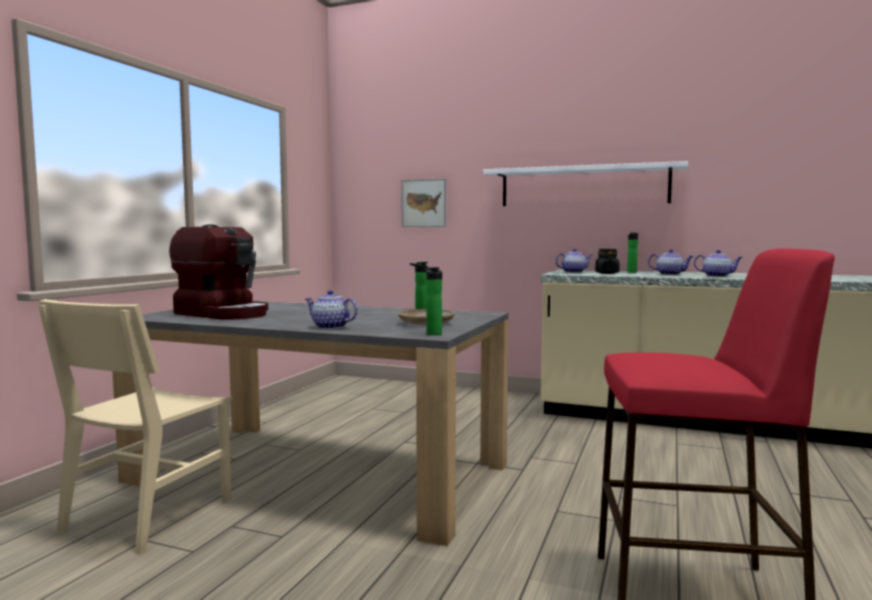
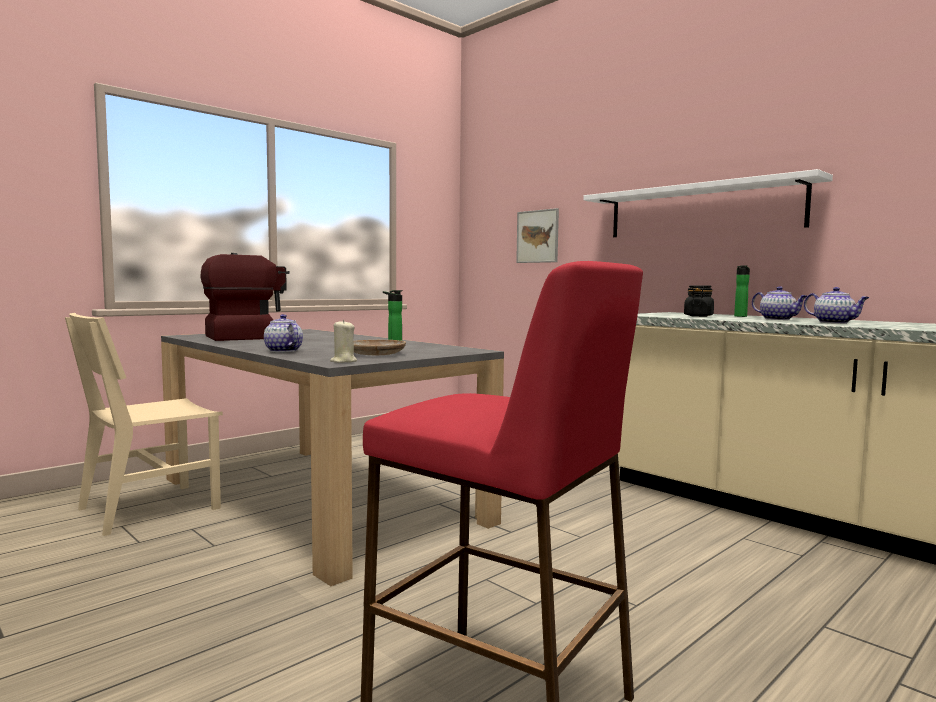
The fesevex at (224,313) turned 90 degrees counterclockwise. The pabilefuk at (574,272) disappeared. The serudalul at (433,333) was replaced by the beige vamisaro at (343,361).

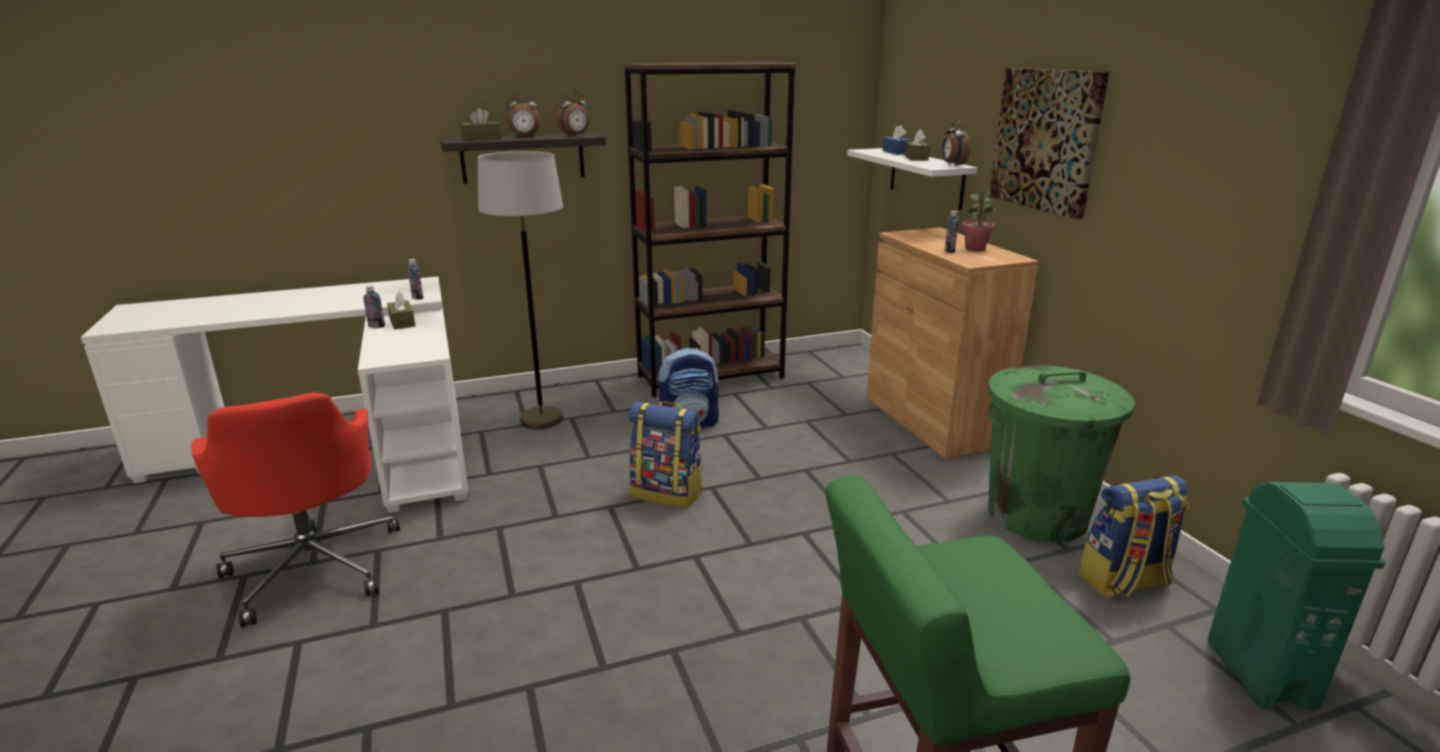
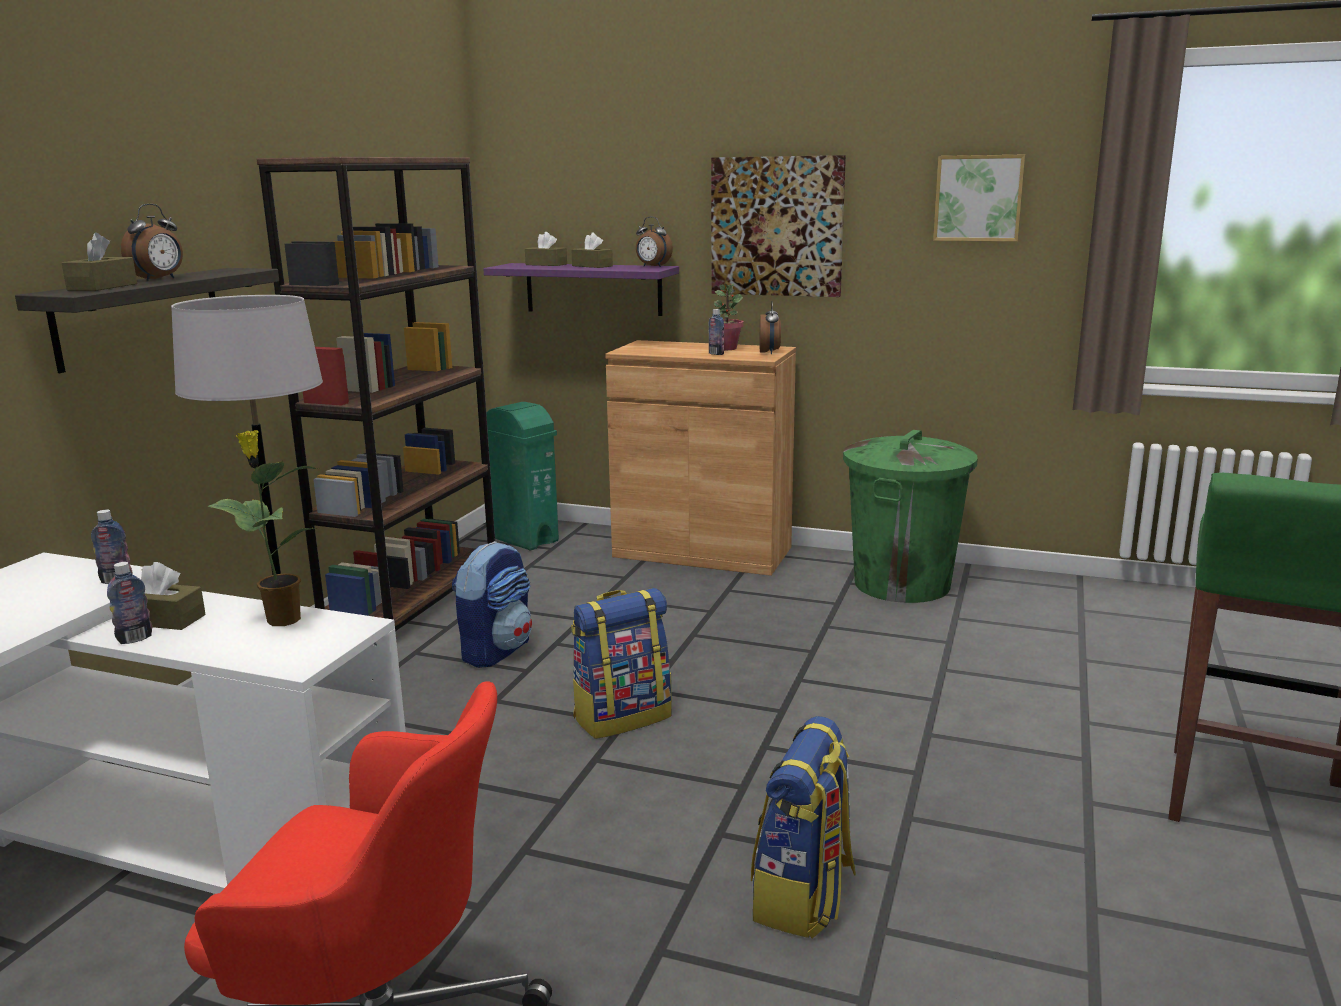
The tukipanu moved from (575,136) to (769,352). The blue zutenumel at (896,152) became the brown zutenumel at (546,264). The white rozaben at (926,177) became the purple rozaben at (593,289). The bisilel moved from (1124,582) to (804,897). The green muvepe moved from (1259,673) to (524,539). The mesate at (978,198) appeared. The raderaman at (281,619) appeared.

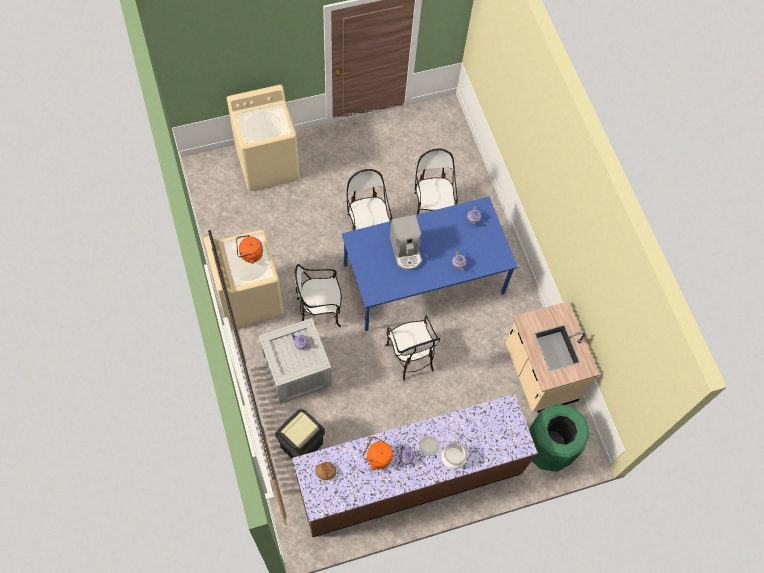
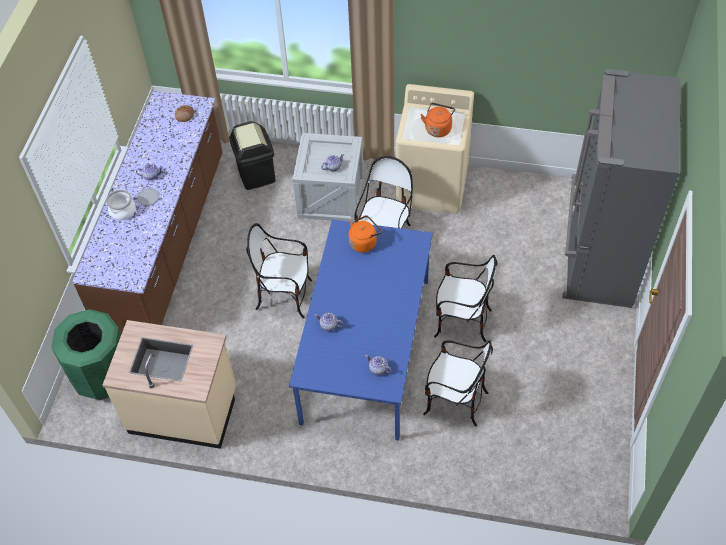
The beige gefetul at (268,164) was replaced by the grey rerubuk at (597,260). The fesevex at (406,251) disappeared. The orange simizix moved from (377,457) to (364,242).

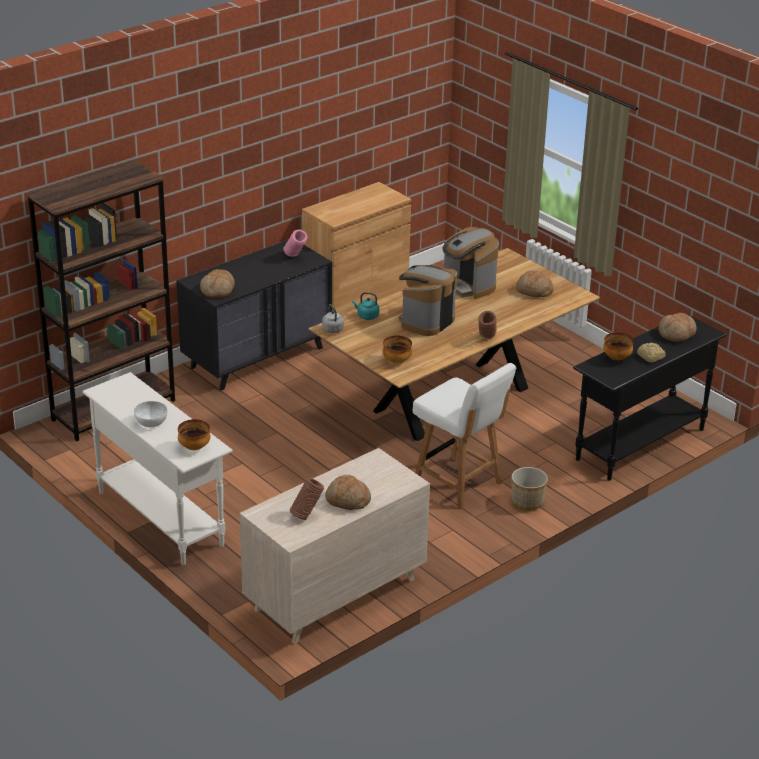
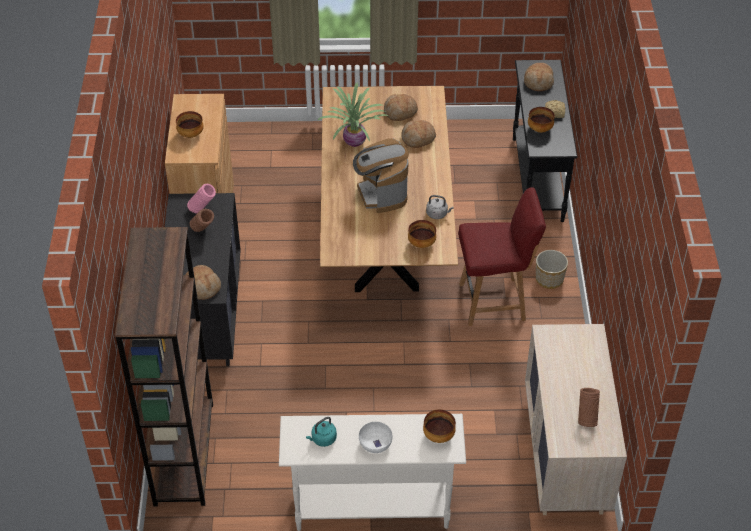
The fesevex at (468,285) was replaced by the raderaman at (355,141). The turquoise simizix moved from (366,316) to (322,439). The grey simizix moved from (333,330) to (438,214). The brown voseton moved from (486,339) to (203,232). The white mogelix at (459,484) became the red mogelix at (494,301). The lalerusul moved from (347,500) to (418,138). The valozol at (190,134) appeared.

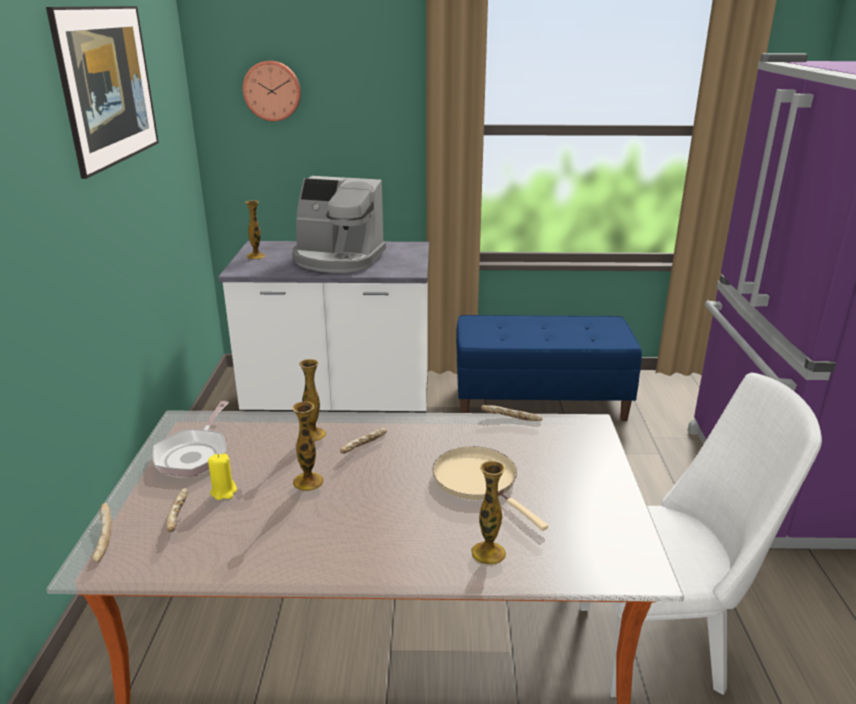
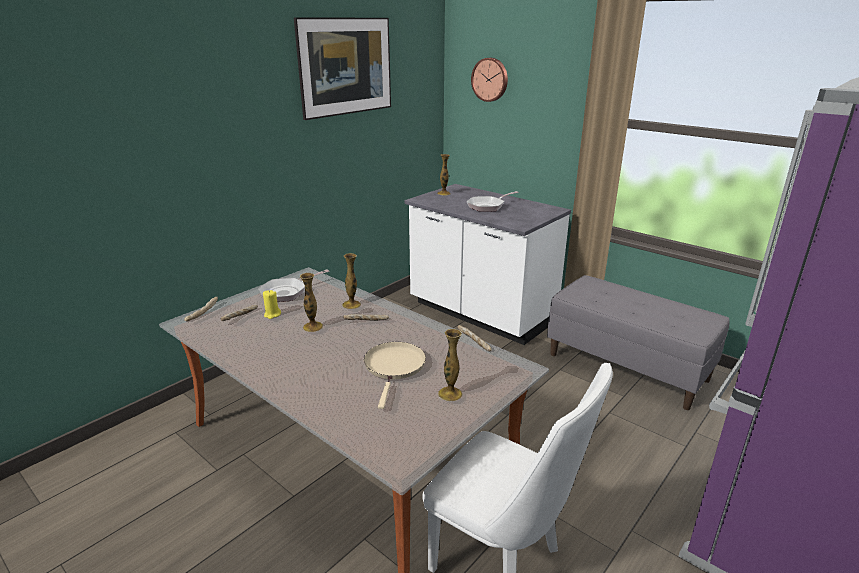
The fesevex at (338,259) was replaced by the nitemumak at (488,206). The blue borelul at (540,402) became the grey borelul at (627,367). The voseton moved from (488,553) to (450,394).

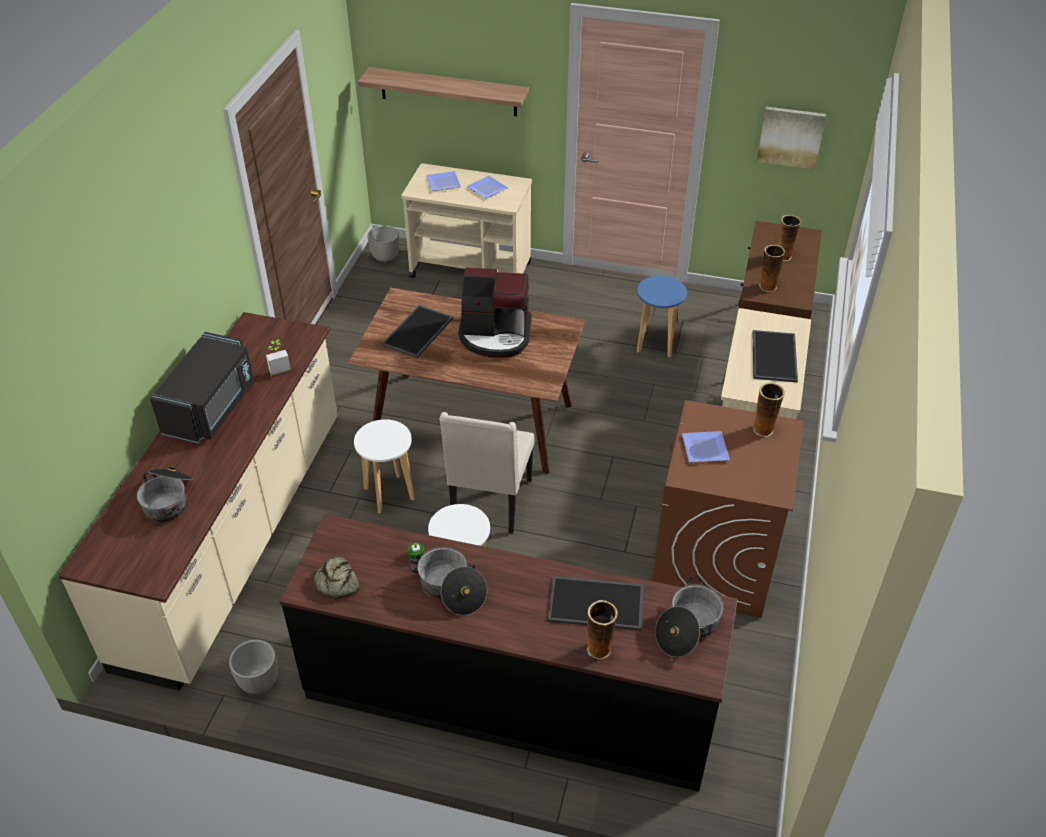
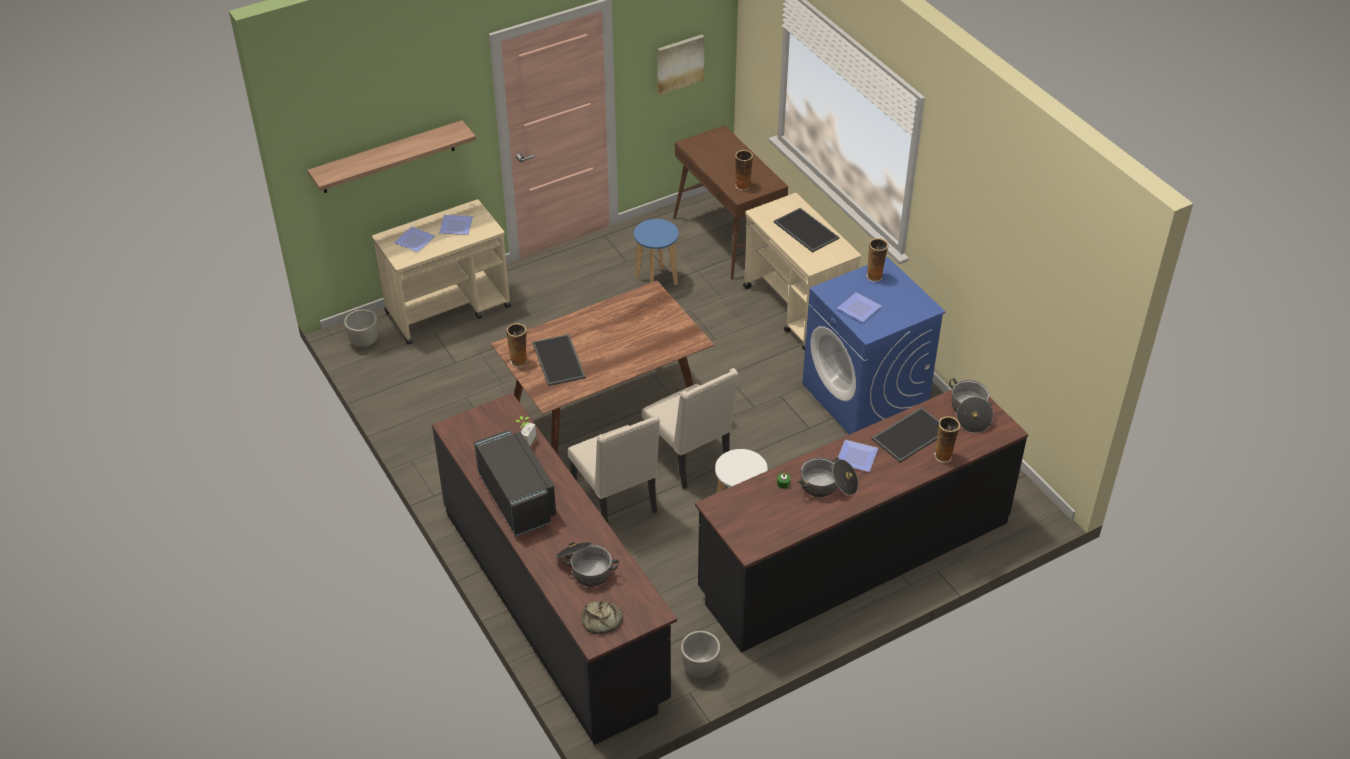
The voseton moved from (784,256) to (519,361). The fesevex at (495,335) disappeared. The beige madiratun at (237,538) became the black madiratun at (554,604). The brown gefetul at (713,562) became the blue gefetul at (865,397). The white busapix at (389,494) was replaced by the beige mogelix at (617,501). The lalerusul moved from (337,582) to (601,621). The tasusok at (858,456) appeared.

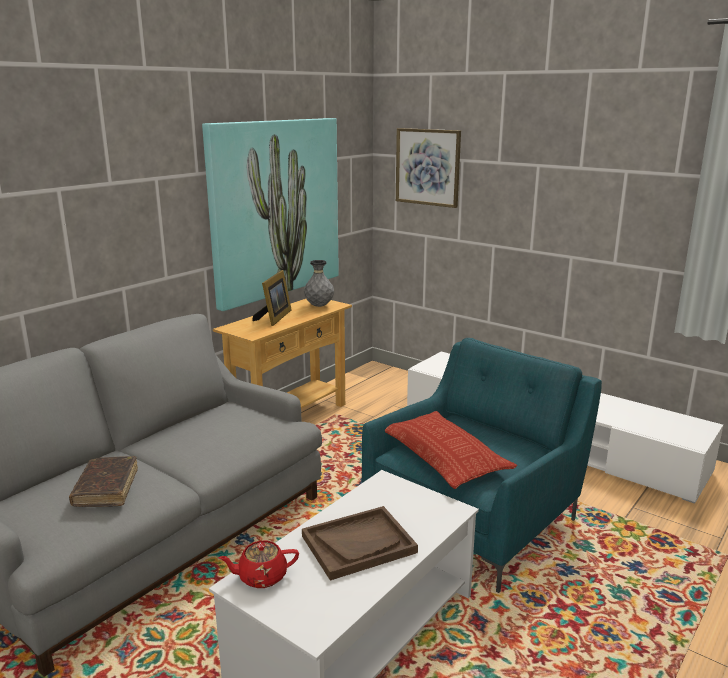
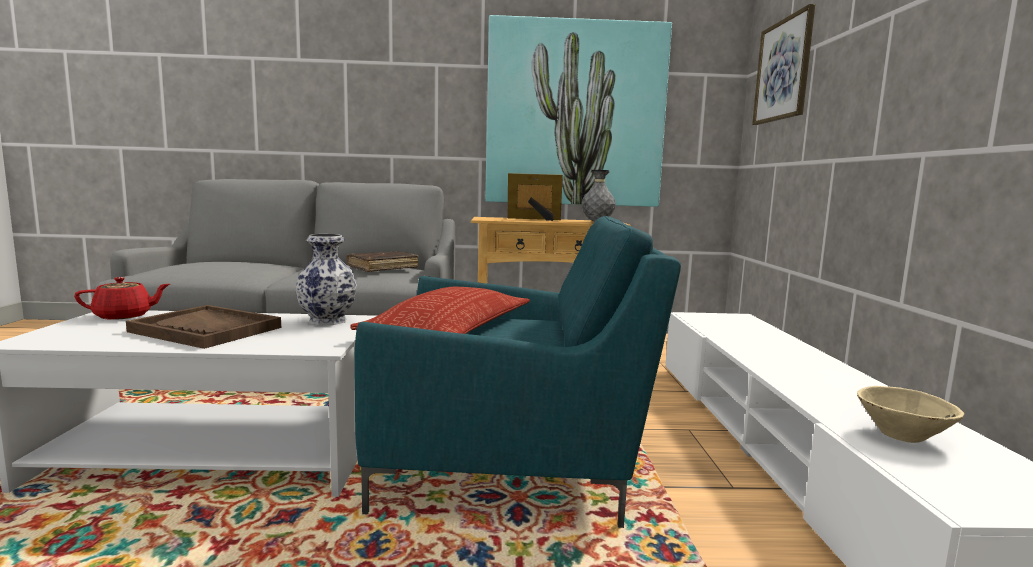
The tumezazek at (274,318) turned 150 degrees counterclockwise. The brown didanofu moved from (106,489) to (382,268). The red pabilefuk at (261,577) turned 120 degrees clockwise. The voseton at (326,321) appeared. The beige valozol at (902,436) appeared.

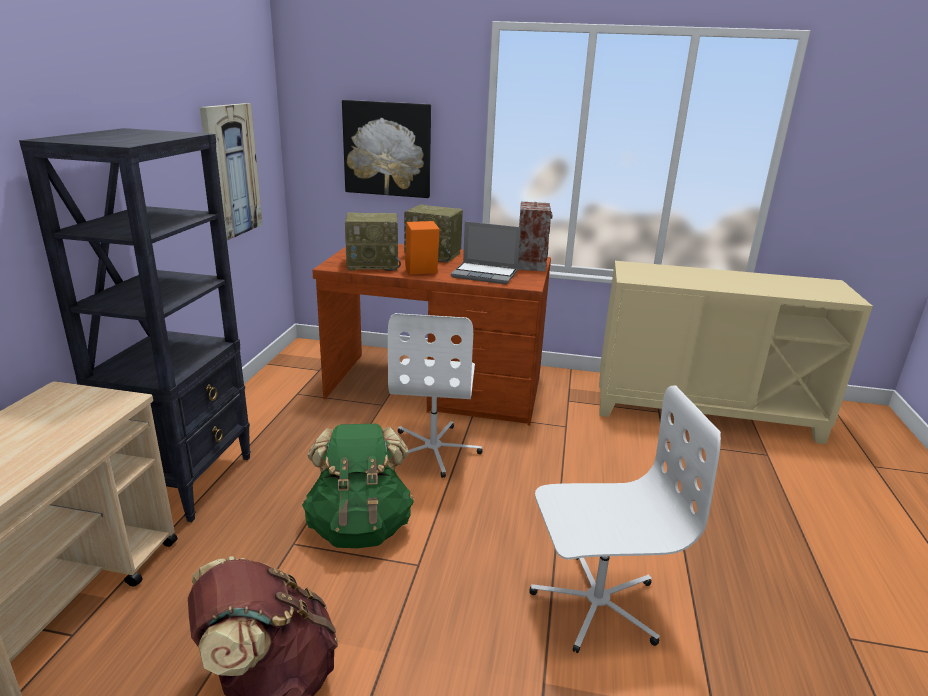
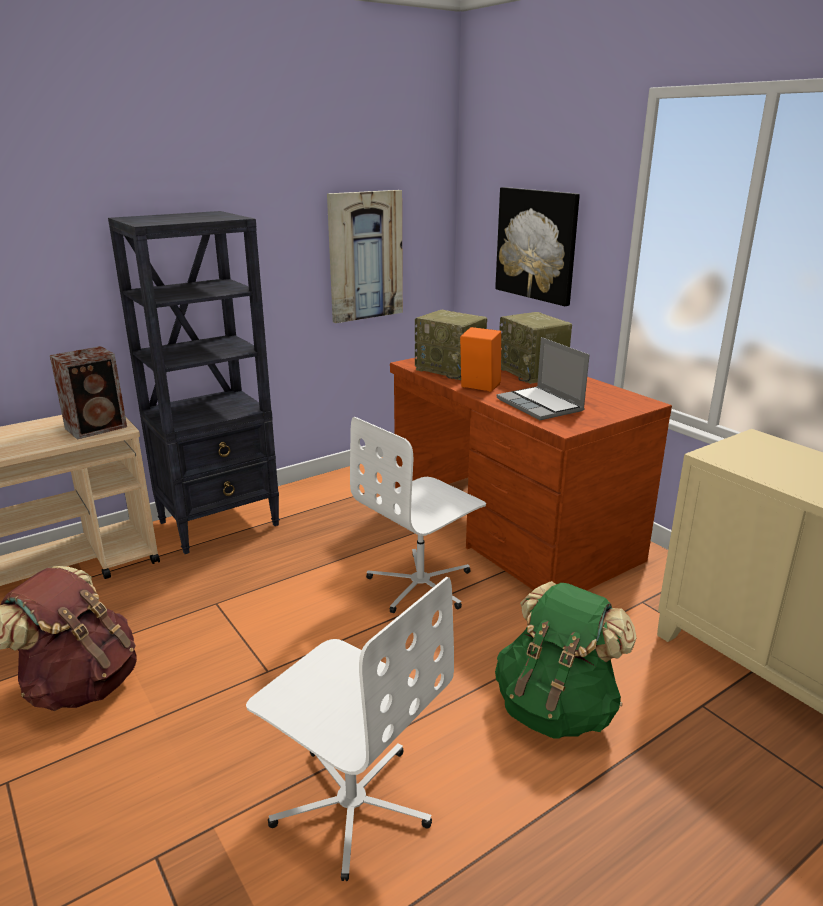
The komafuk moved from (531,264) to (98,427). The green bisilel moved from (360,527) to (556,708).

